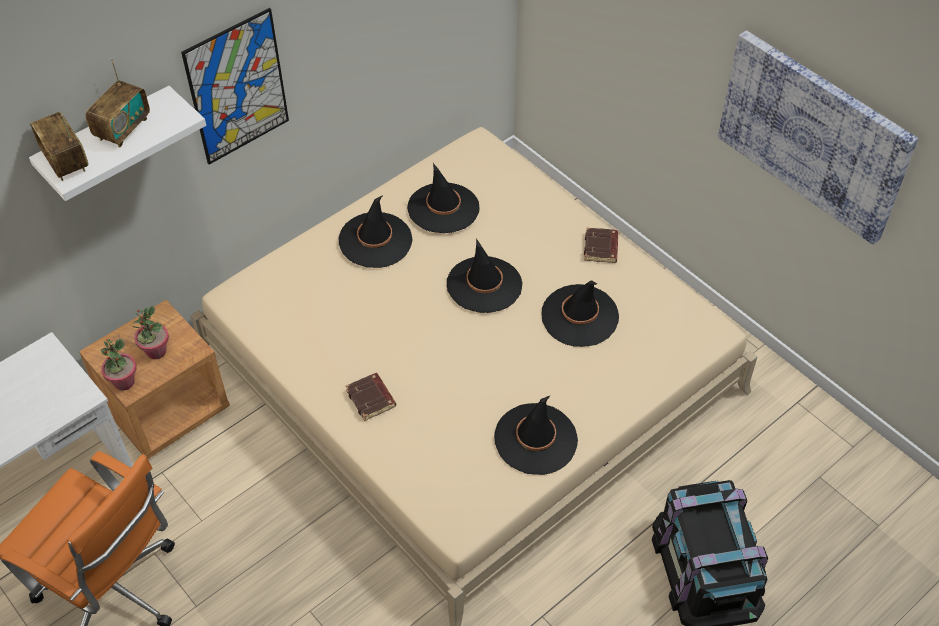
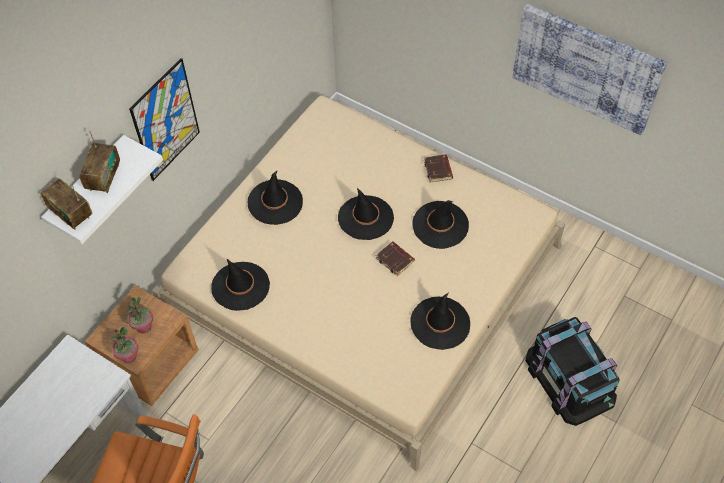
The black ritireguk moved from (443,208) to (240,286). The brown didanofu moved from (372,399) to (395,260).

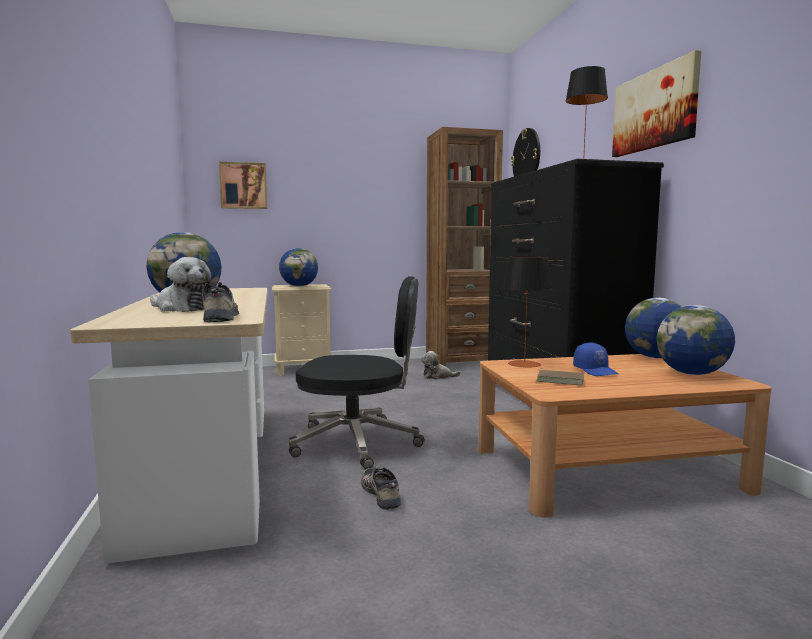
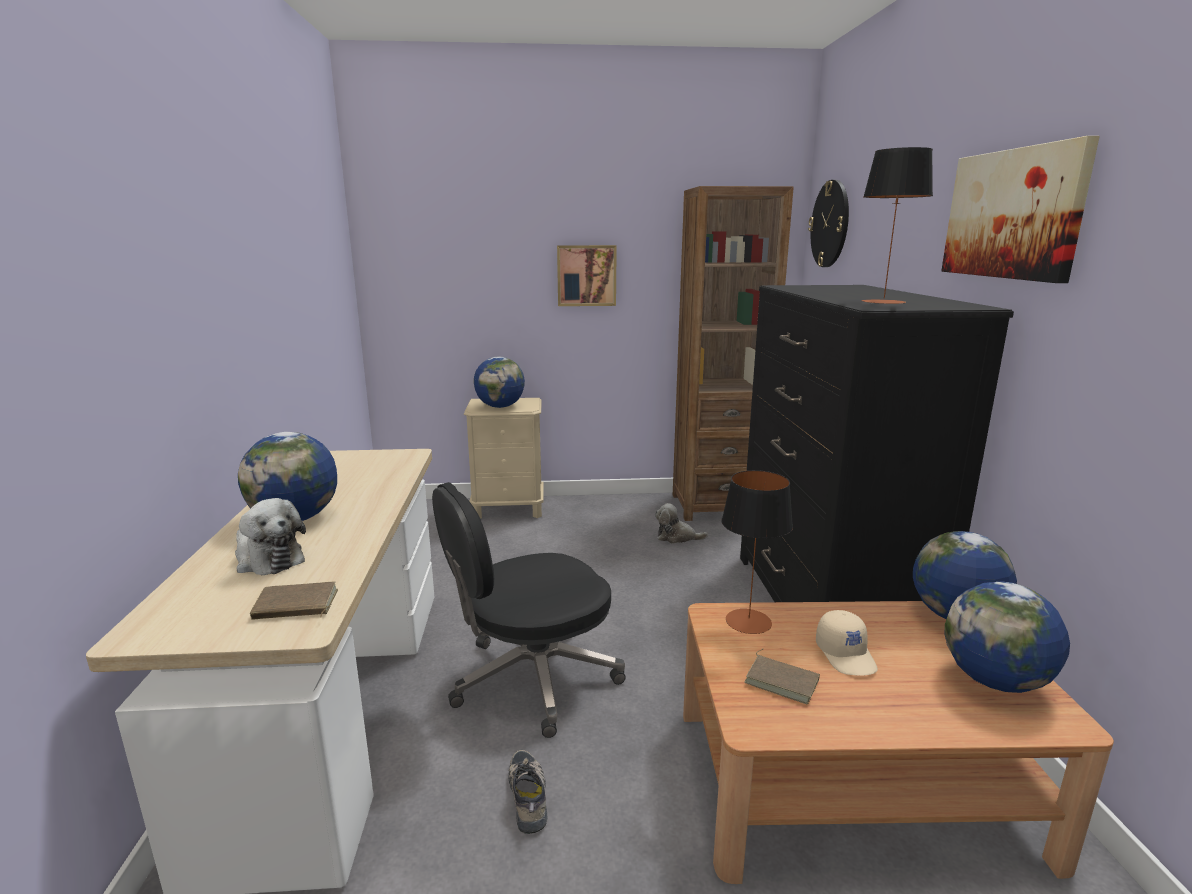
The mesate moved from (243,186) to (586,275). The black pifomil at (359,443) turned 135 degrees clockwise. The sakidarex at (222,316) was replaced by the brown didanofu at (295,606). The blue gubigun at (595,371) became the beige gubigun at (846,655).

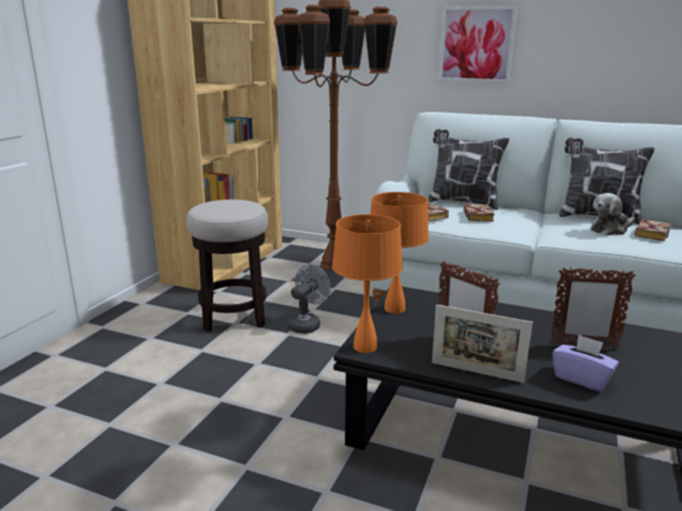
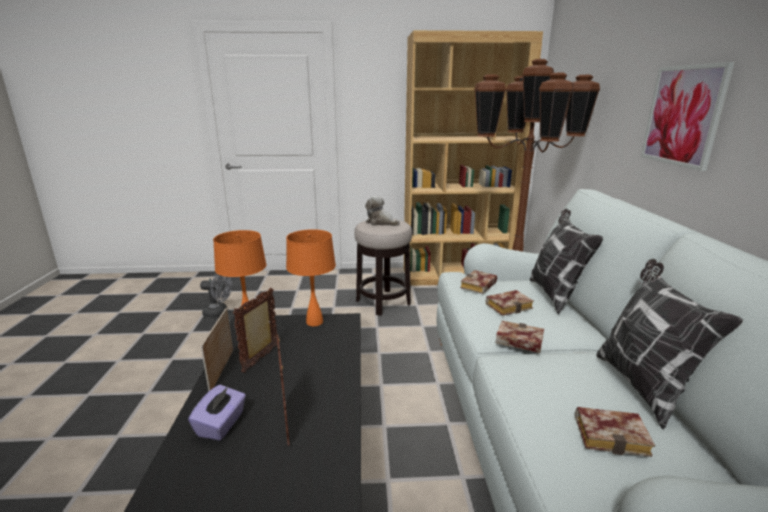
The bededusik moved from (610,229) to (381,222). The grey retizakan moved from (307,324) to (219,312). The didanofu at (517,341) appeared.

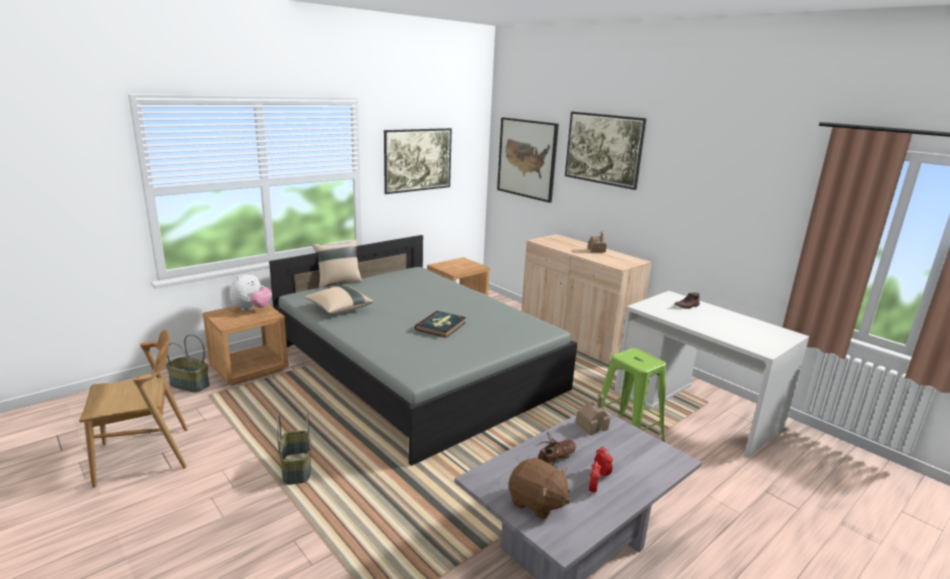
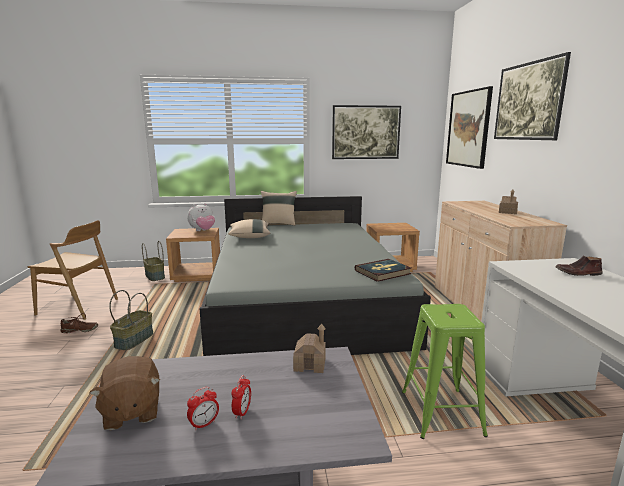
The didanofu moved from (441,326) to (383,272). The brown sakidarex moved from (555,459) to (80,330).

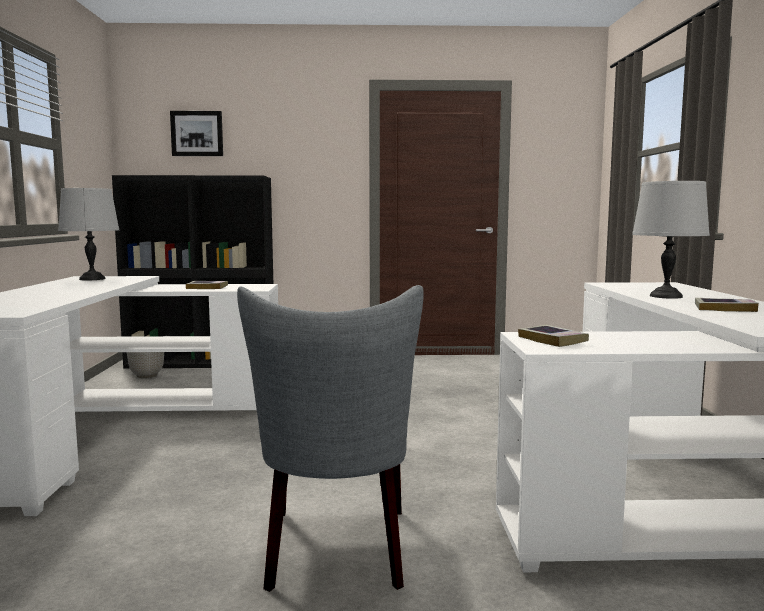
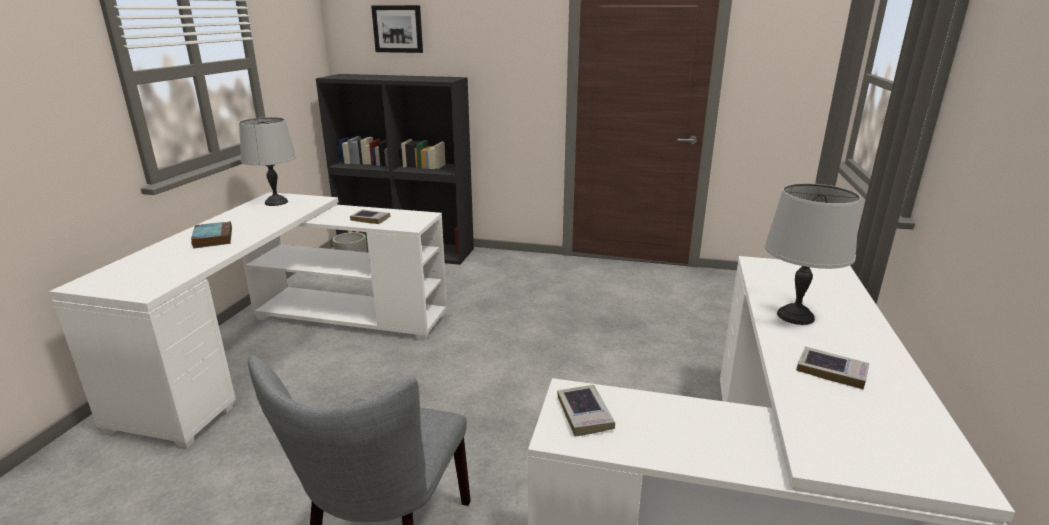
The didanofu at (213,238) appeared.

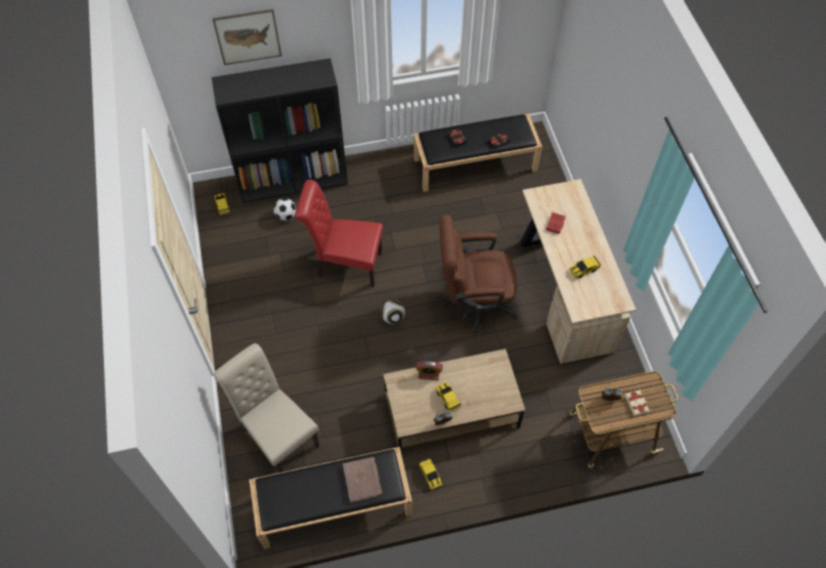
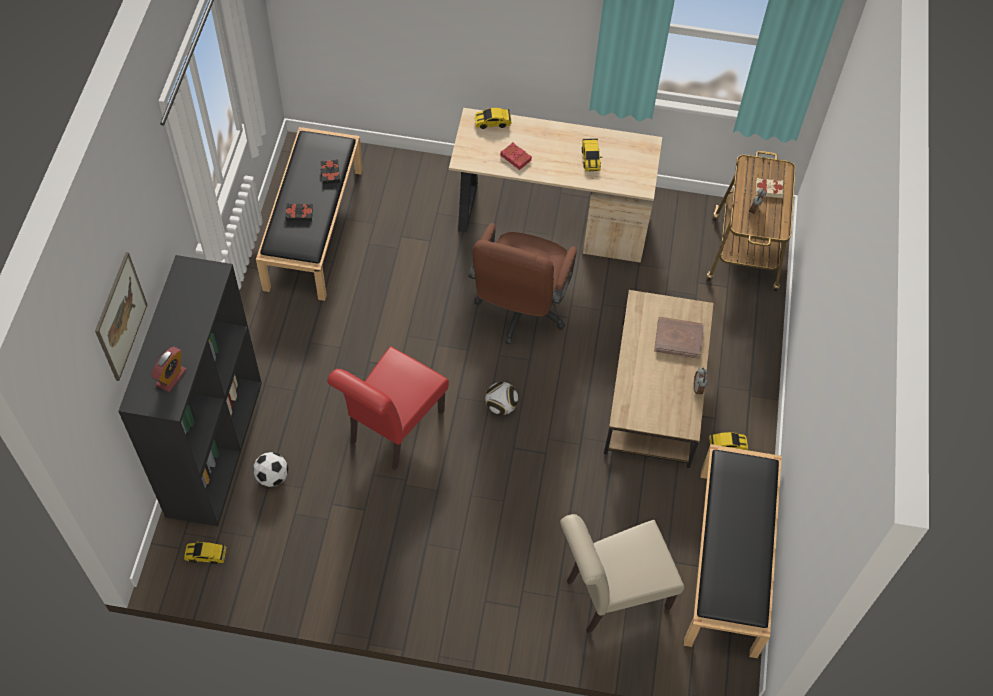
The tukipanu moved from (428,374) to (171,377). The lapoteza moved from (447,398) to (492,122). The brown didanofu moved from (362,480) to (678,338).

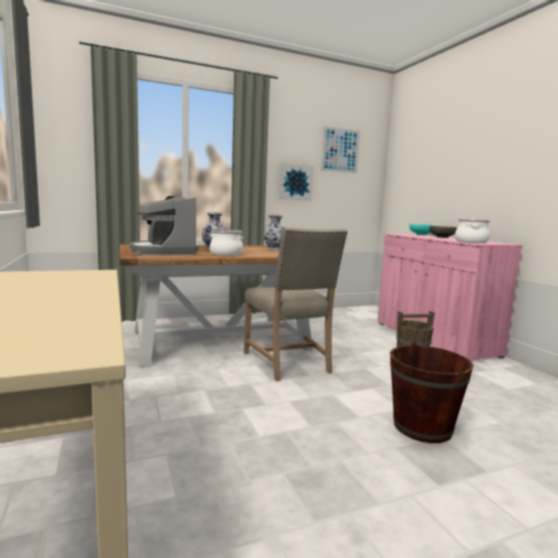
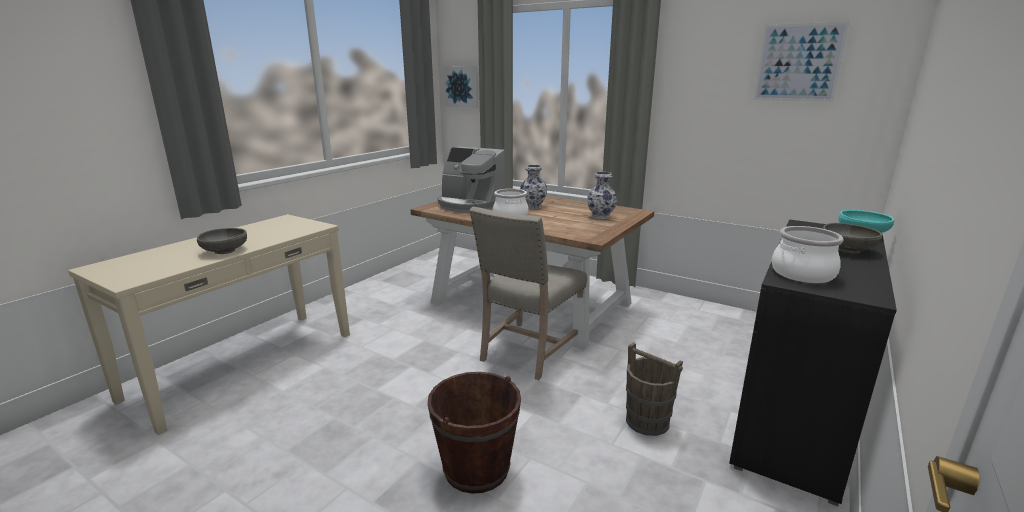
The mesate moved from (295,182) to (462,86). The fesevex at (163,252) turned 90 degrees counterclockwise. The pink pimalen at (433,339) became the black pimalen at (792,417). The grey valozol at (225,251) appeared.

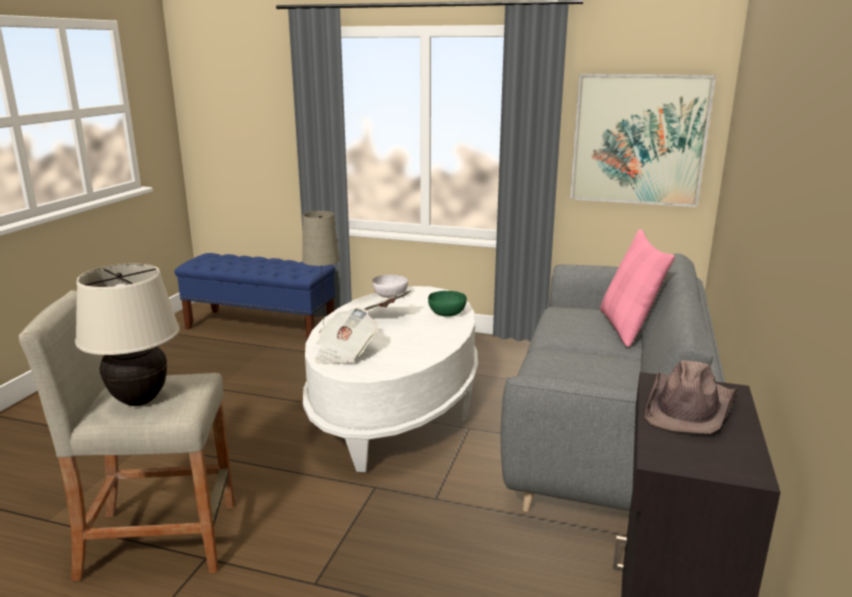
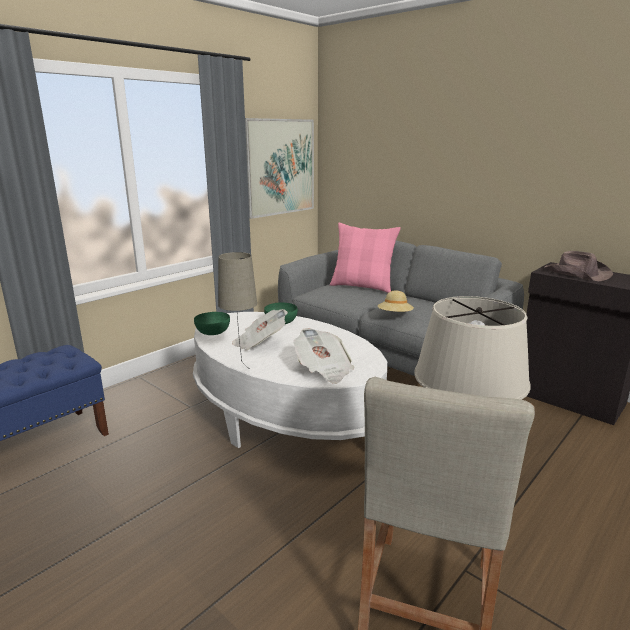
The white valozol at (389,295) became the green valozol at (212,332). The beige ritireguk at (395,315) appeared.

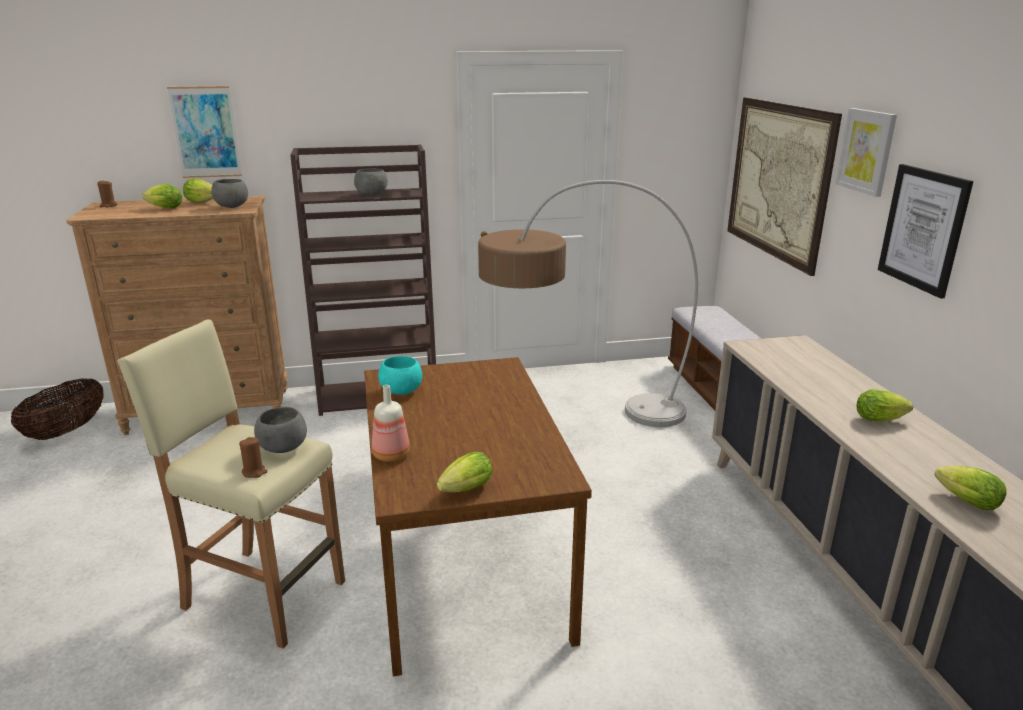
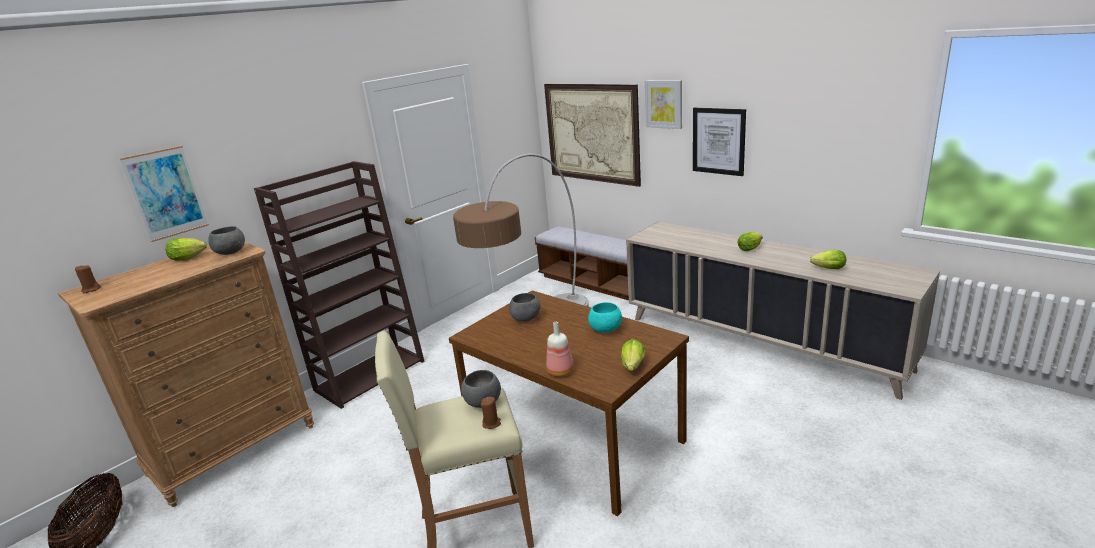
The grey valozol moved from (372,195) to (526,319). The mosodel at (163,208) disappeared. The turquoise valozol moved from (401,392) to (606,330).

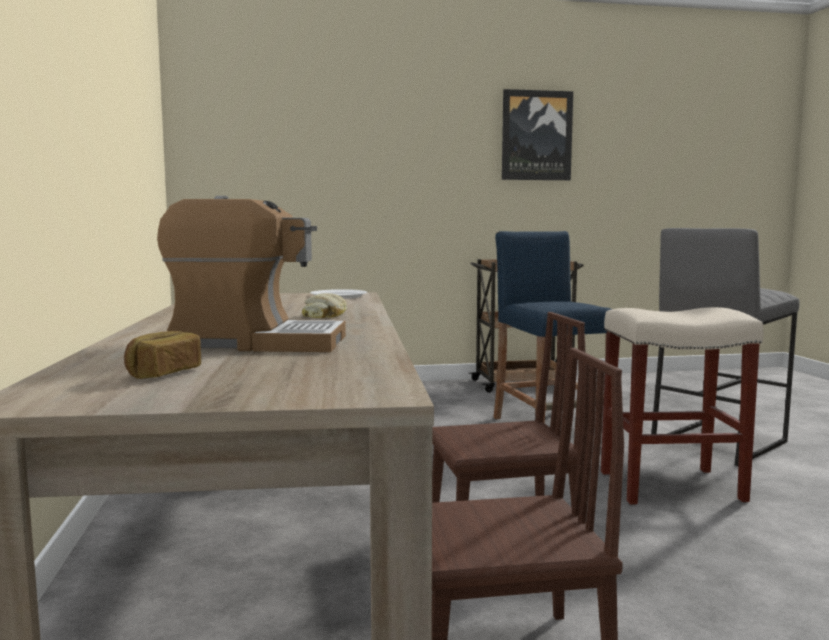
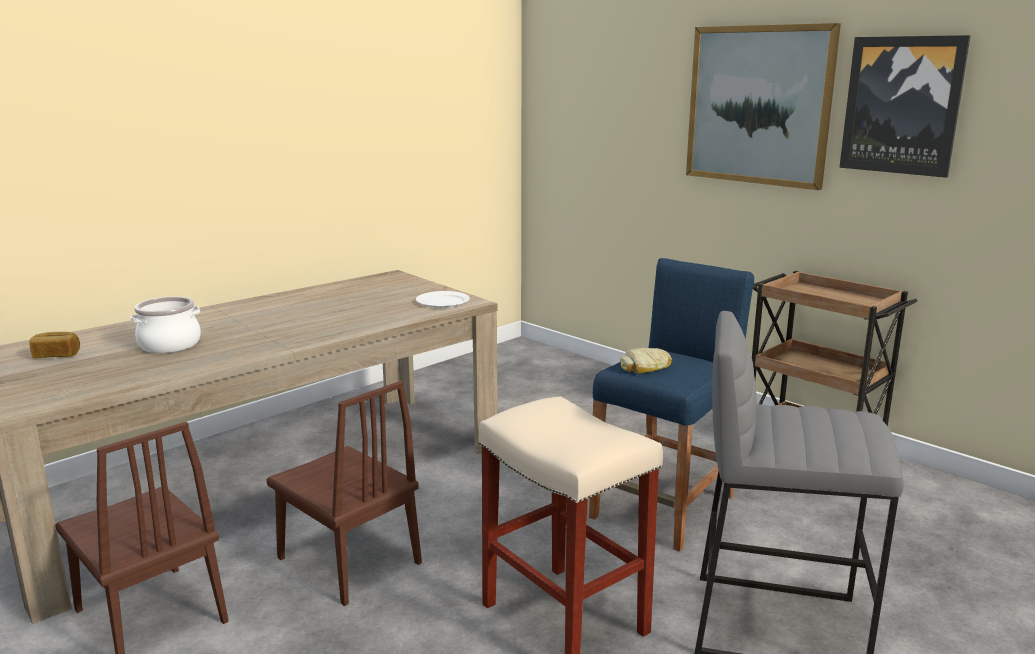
The fesevex at (257,343) was replaced by the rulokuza at (170,345). The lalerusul moved from (327,314) to (646,367). The mesate at (758,105) appeared.

